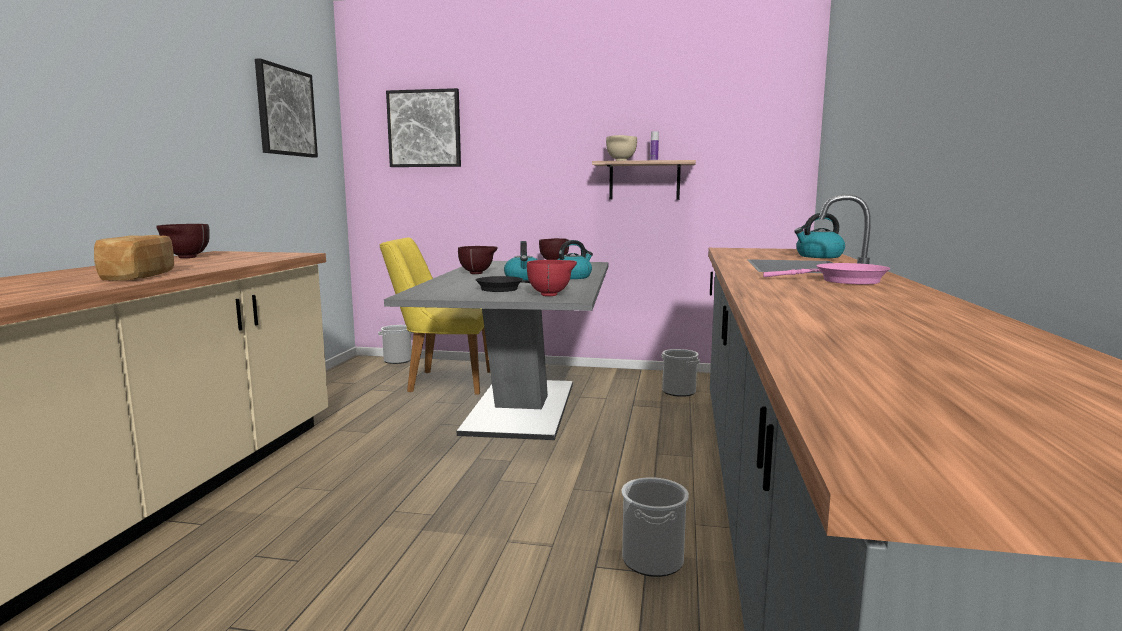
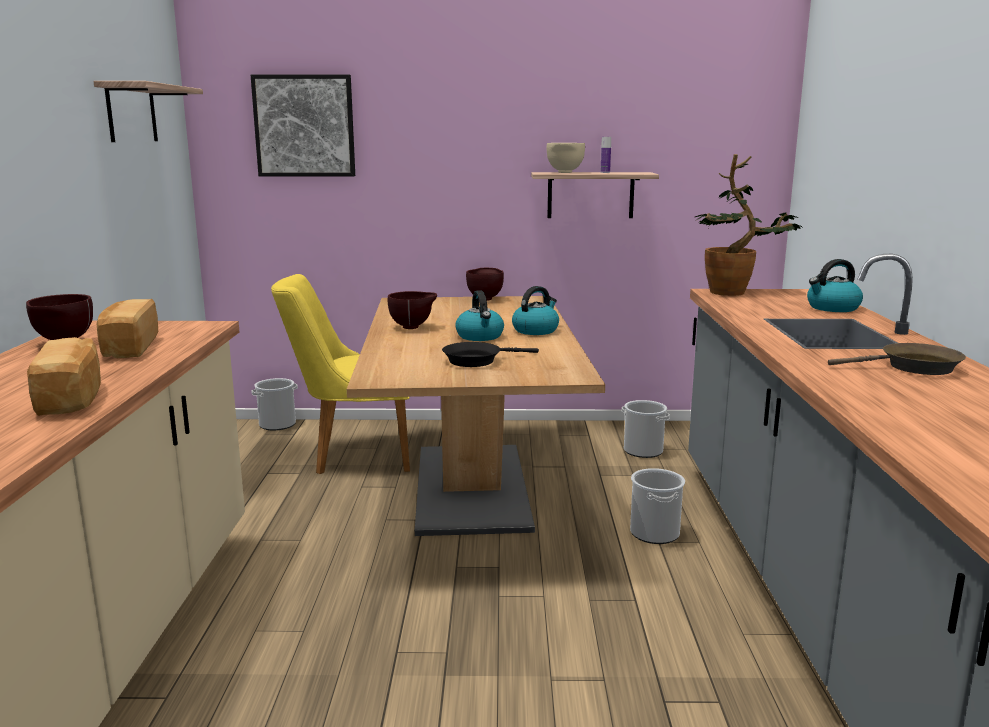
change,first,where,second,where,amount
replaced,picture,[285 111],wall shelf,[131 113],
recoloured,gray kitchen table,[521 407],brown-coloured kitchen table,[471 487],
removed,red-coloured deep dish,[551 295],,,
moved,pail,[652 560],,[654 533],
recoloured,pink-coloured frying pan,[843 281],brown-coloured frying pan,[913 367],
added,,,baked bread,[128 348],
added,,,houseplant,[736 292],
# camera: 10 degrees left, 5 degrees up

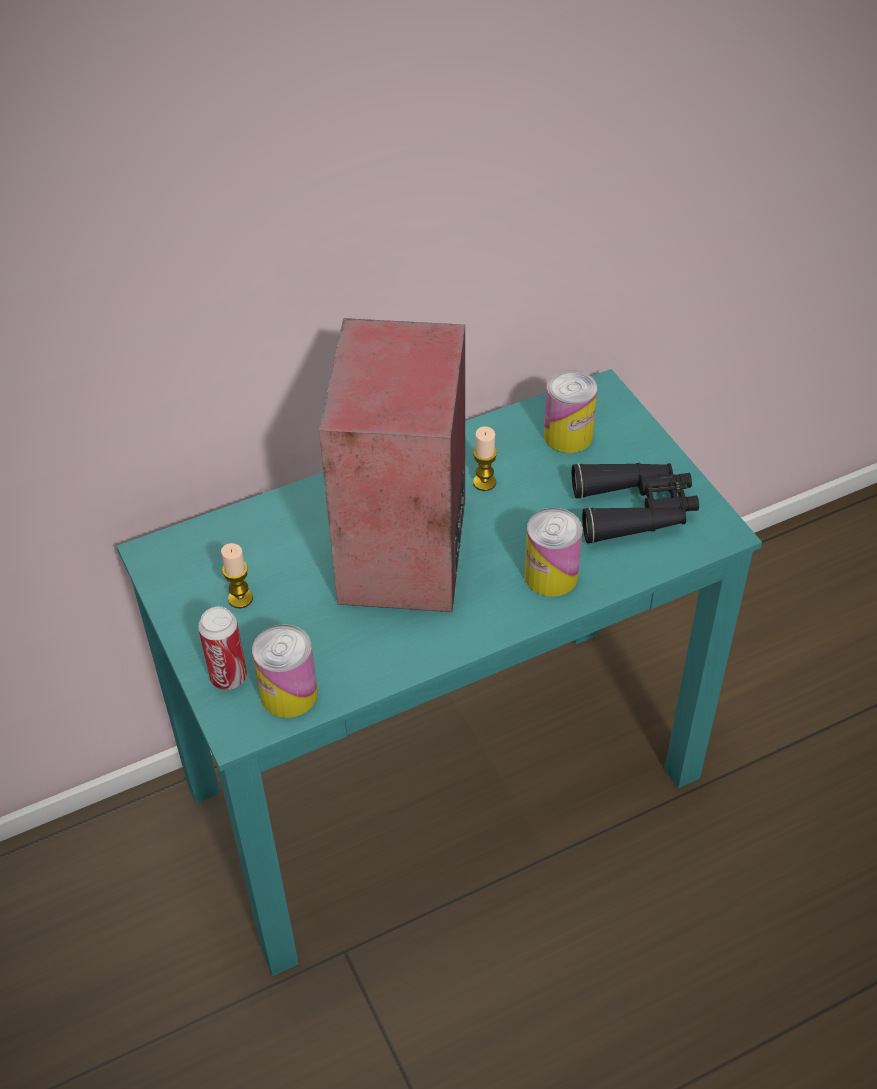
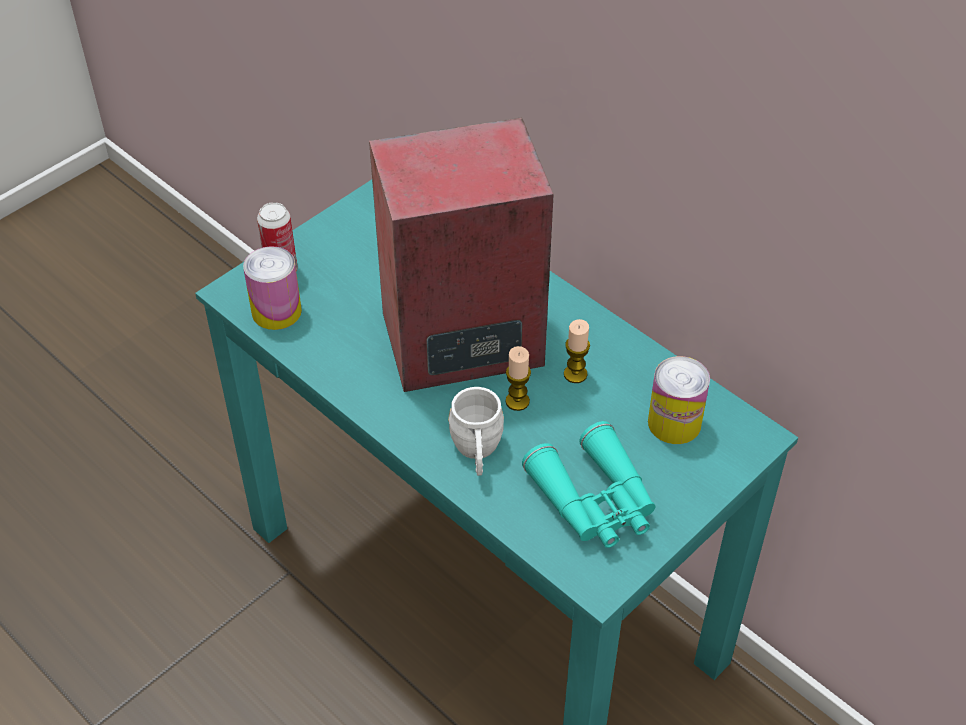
change,first,where,second,where,amount
moved,wax candle,[240 598],,[517 401],
replaced,metal can,[551 575],whitish coffee mug,[477 453],
recoloured,black pair of binoculars,[635 510],blue-green pair of binoculars,[595 501],
# camera: 70 degrees right, 0 degrees up

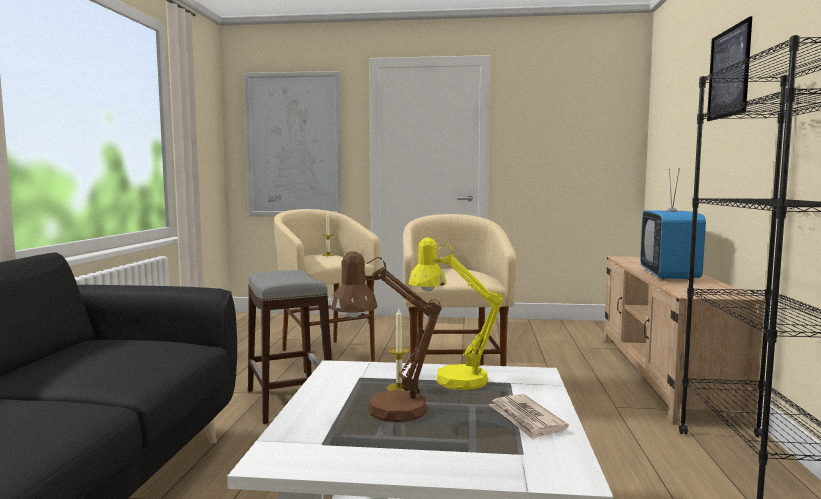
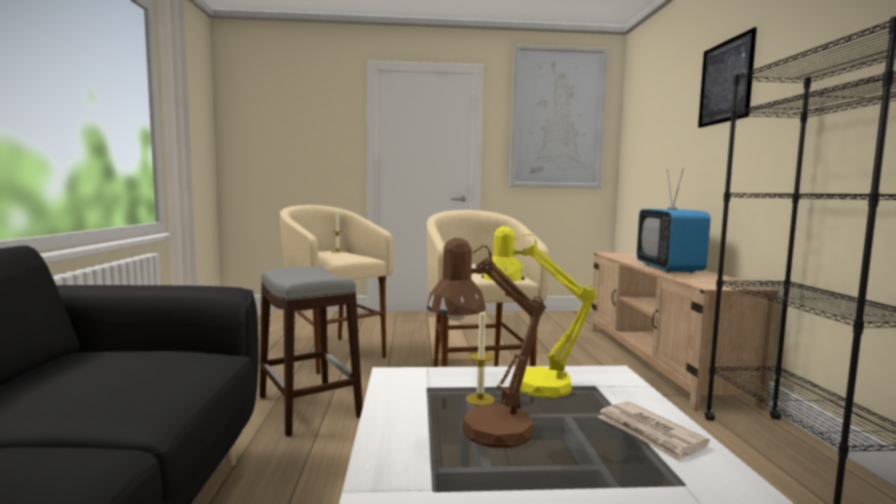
change,first,where,second,where,amount
moved,picture,[294 145],,[557 118],
# camera: 10 degrees left, 0 degrees up

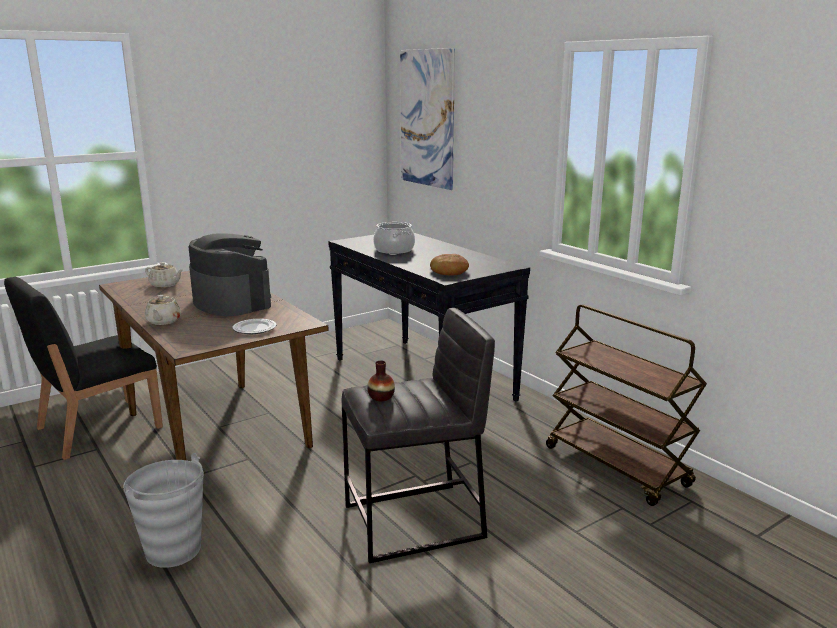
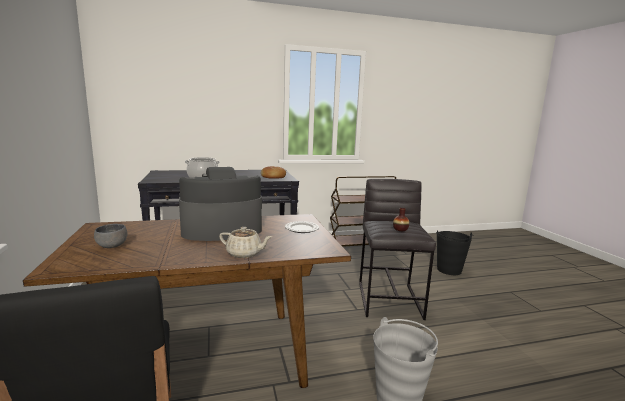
change,first,where,second,where,amount
replaced,beige teapot,[165 285],gray deep dish,[111 246],
removed,picture,[427 118],,,
added,,,black pail,[449 270],
# camera: 70 degrees left, 5 degrees down

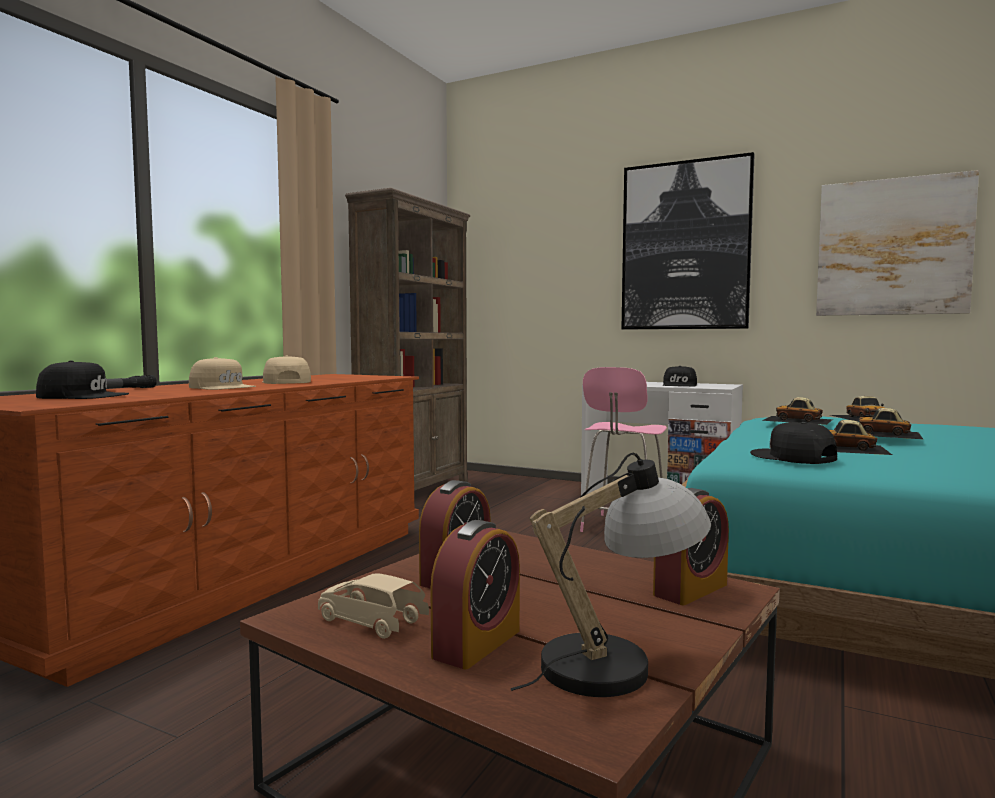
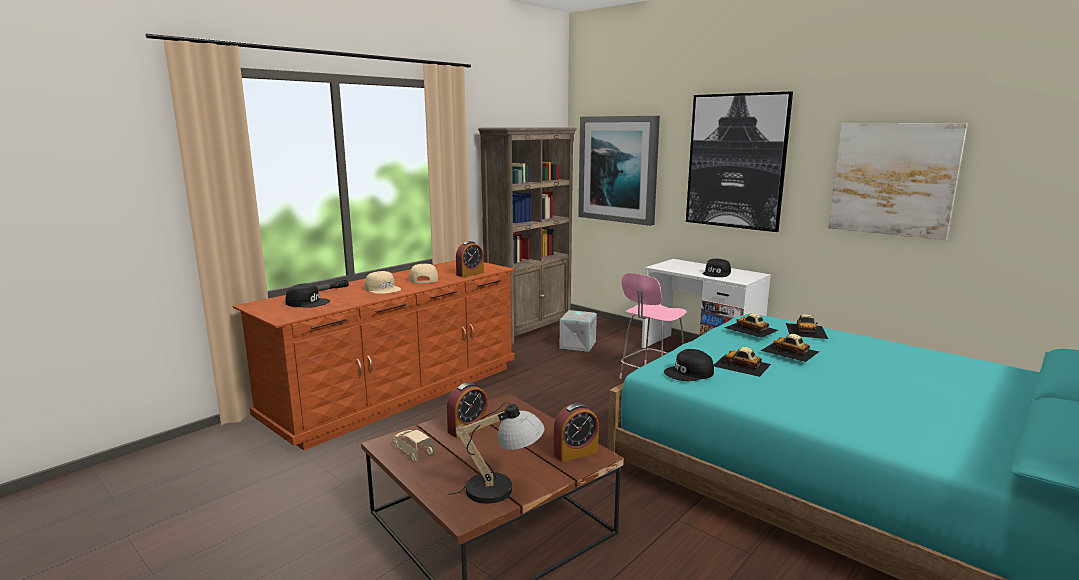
change,first,where,second,where,amount
moved,bedside clock,[477 643],,[470 274],
turned,black baseball cap,[792 457],,[689 373],90 degrees counterclockwise
added,,,gray storage container,[577 344],
added,,,picture,[618 169],
# camera: 15 degrees right, 10 degrees up

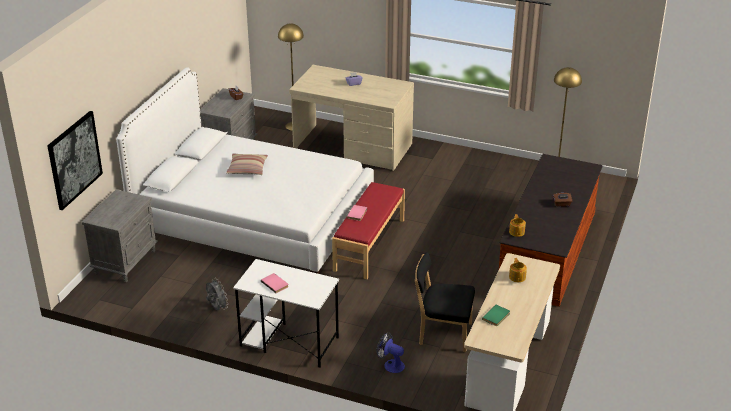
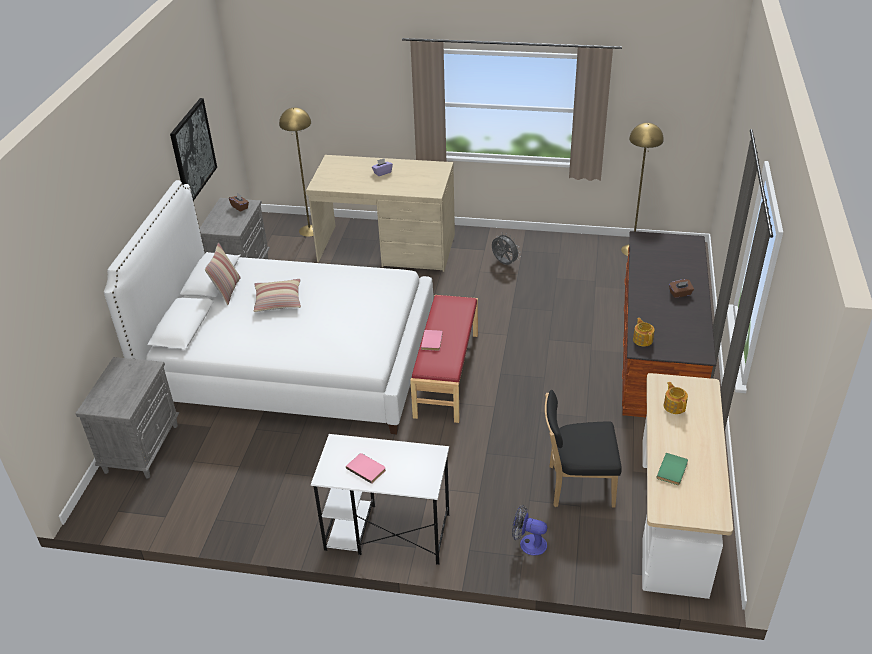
change,first,where,second,where,amount
moved,picture,[74 159],,[193 151],
moved,gray cooling fan,[217 308],,[504 263],
added,,,cushion,[227 291],
# camera: 10 degrees left, 5 degrees up

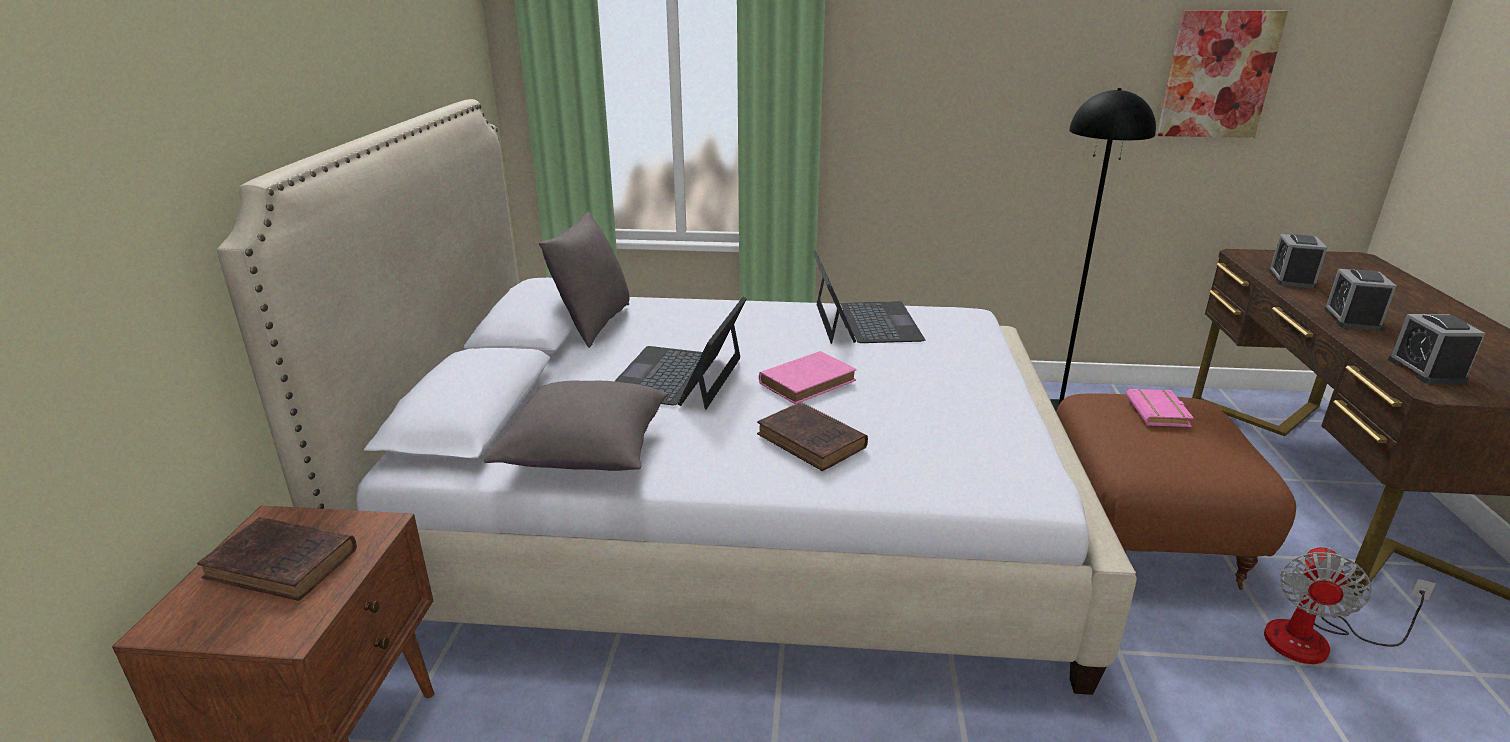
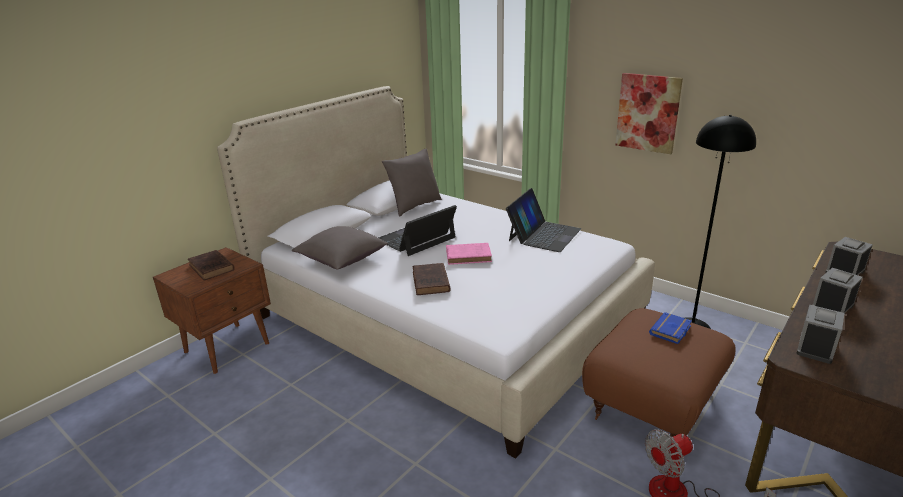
change,first,where,second,where,amount
recoloured,pink-coloured bound book,[1160 413],blue bound book,[671 331],
moved,picture,[1218 75],,[648 113],
# camera: 35 degrees right, 0 degrees up

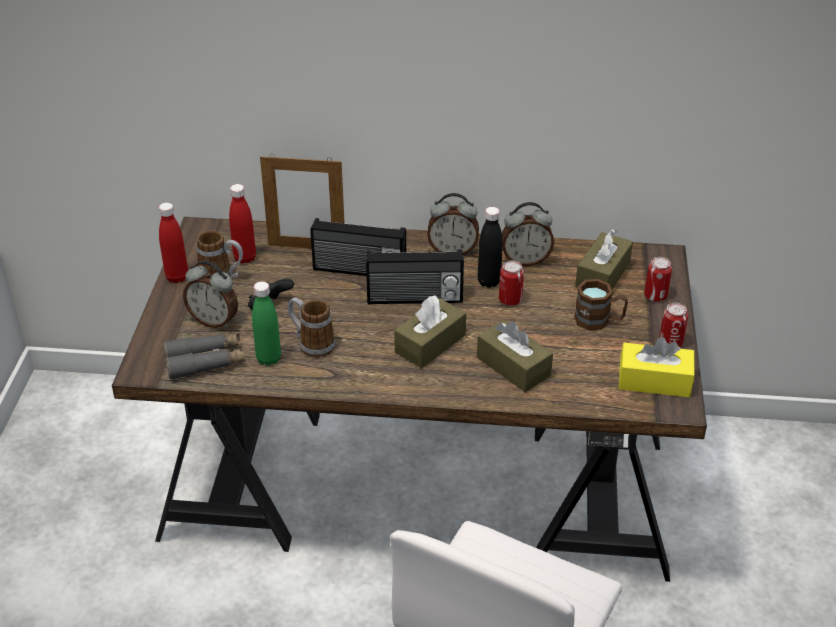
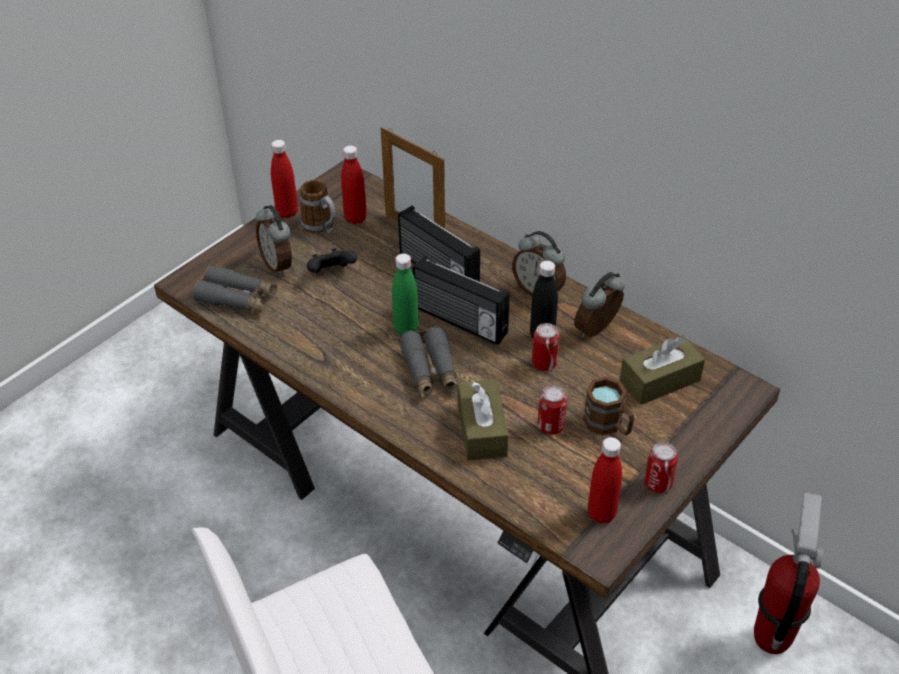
change,first,where,second,where,amount
moved,green-coloured bottle,[268 359],,[406 329],
removed,coffee mug,[311 343],,,
replaced,brown-coloured box of tissues,[430 344],gray pair of binoculars,[430 371],
turned,bedside clock,[525 260],,[598 331],105 degrees clockwise
replaced,yellowish box of tissues,[654 381],red-coloured bottle,[601 514],
moved,metal can,[655 296],,[550 426],
added,,,fire-fighting cylinder,[772 637],
# camera: 35 degrees right, 5 degrees up

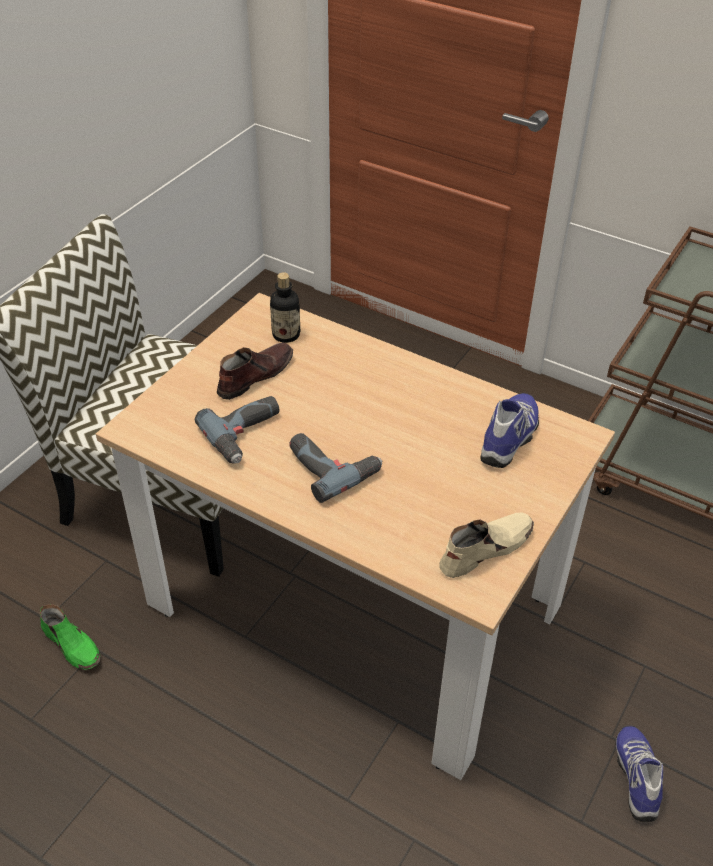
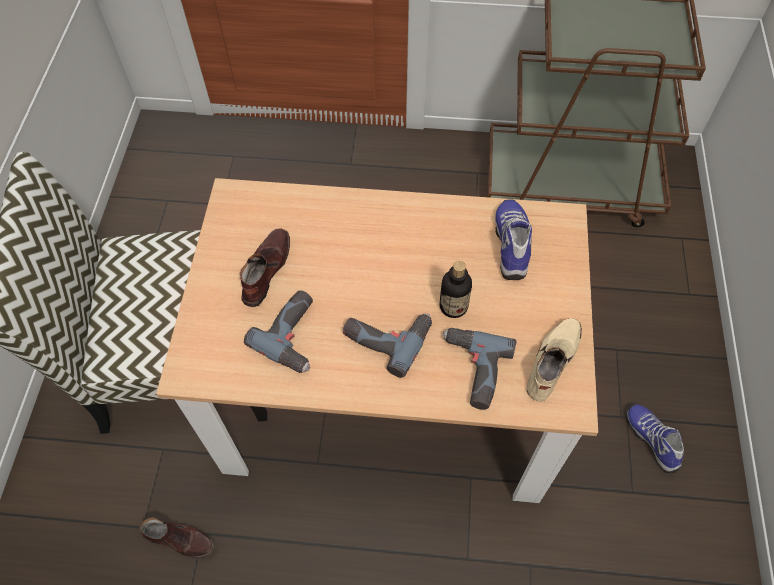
change,first,where,second,where,amount
recoloured,green-coloured low shoe,[72 645],brown-coloured low shoe,[180 539],
moved,bottle,[286 335],,[453 306],
added,,,drill,[472 370],
# camera: 25 degrees left, 15 degrees up

